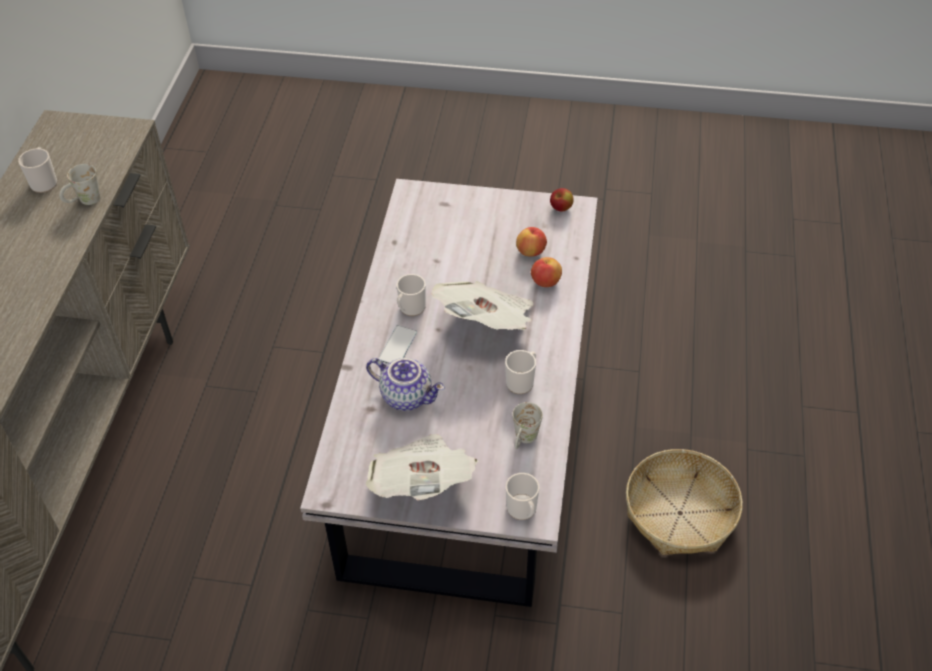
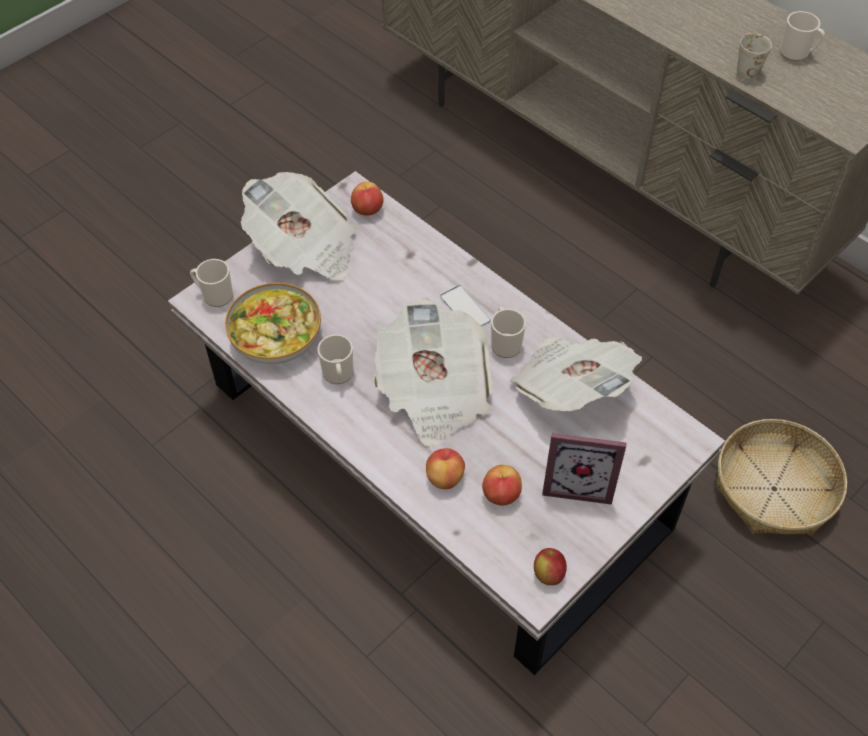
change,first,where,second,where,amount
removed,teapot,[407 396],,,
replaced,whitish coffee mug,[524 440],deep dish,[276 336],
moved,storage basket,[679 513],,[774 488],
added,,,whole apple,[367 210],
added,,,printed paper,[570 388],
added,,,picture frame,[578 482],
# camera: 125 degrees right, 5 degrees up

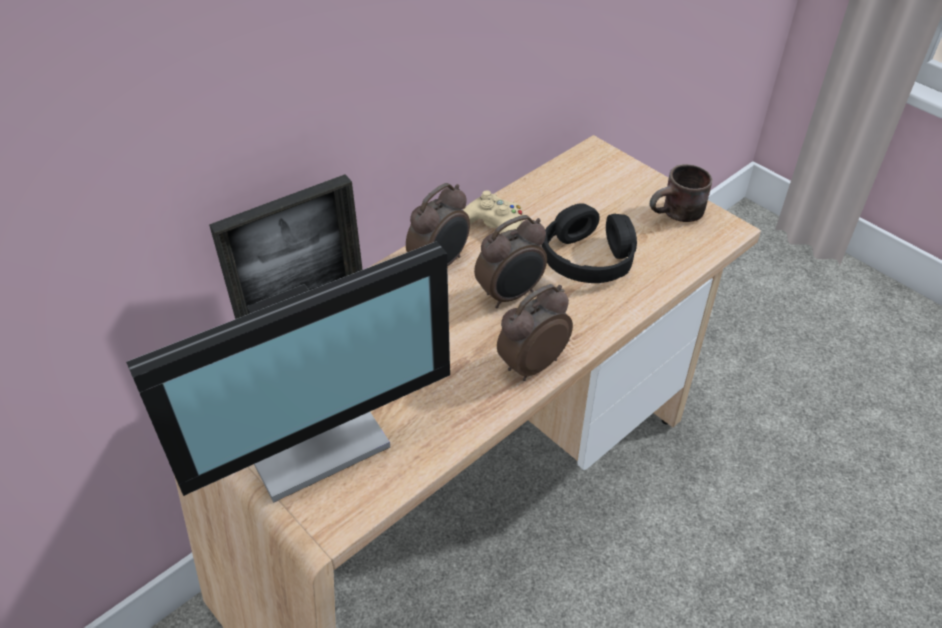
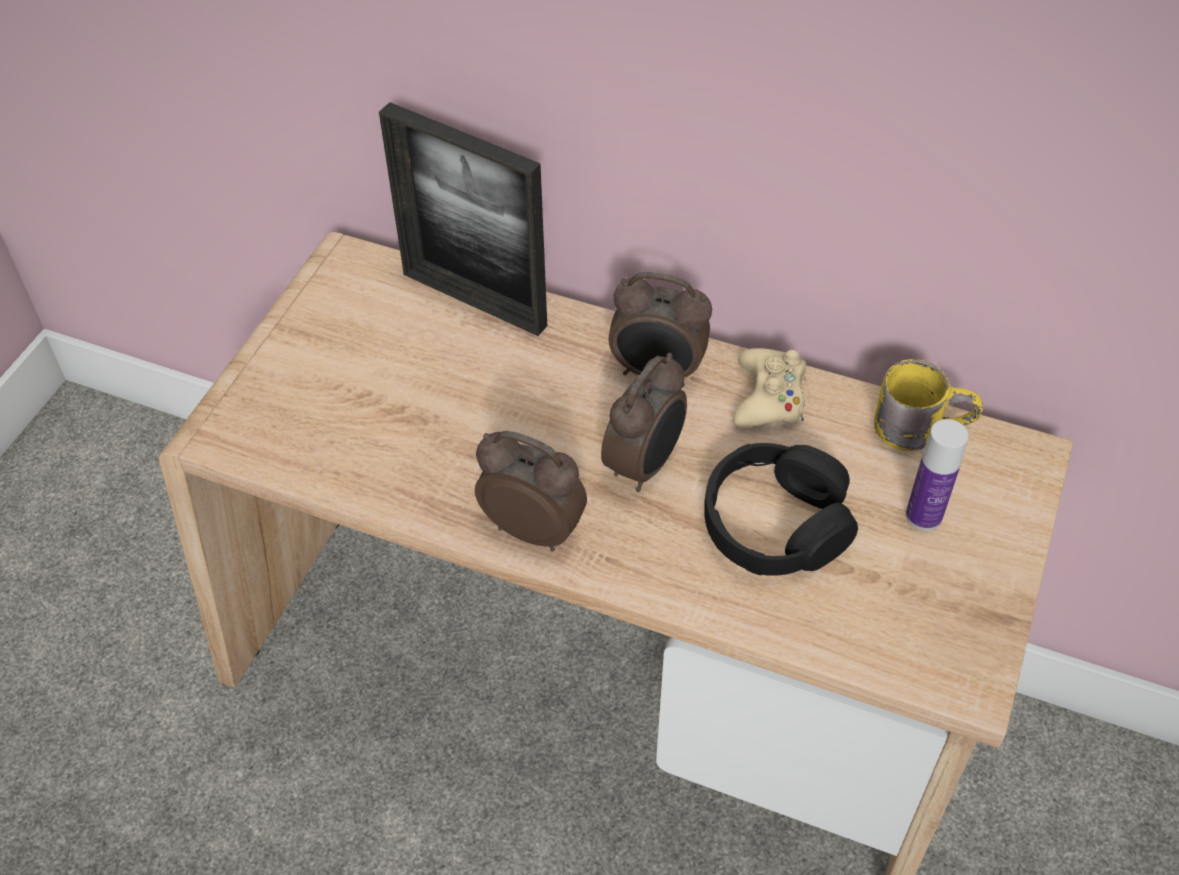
change,first,where,second,where,amount
removed,monitor,[313 434],,,
turned,bedside clock,[511 295],,[645 465],90 degrees counterclockwise
removed,brown-coloured coffee mug,[678 216],,,
added,,,yellowish coffee mug,[919 426],
added,,,bottle,[923 515],
# camera: 65 degrees right, 5 degrees up

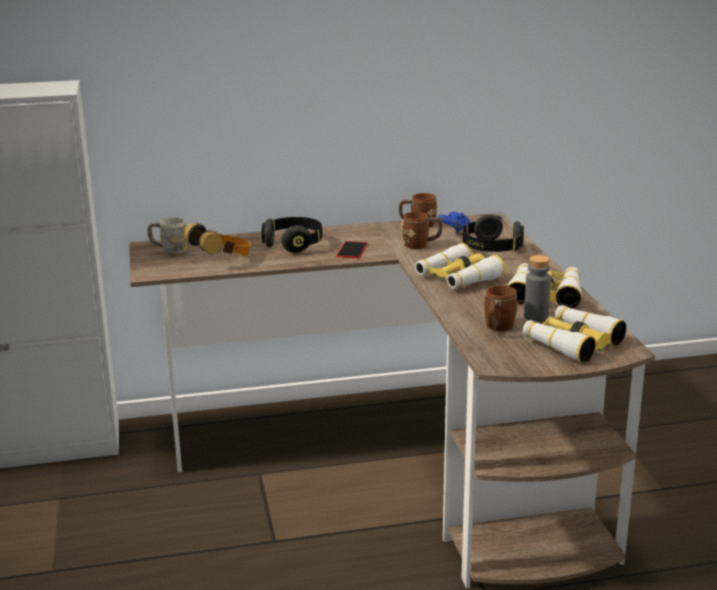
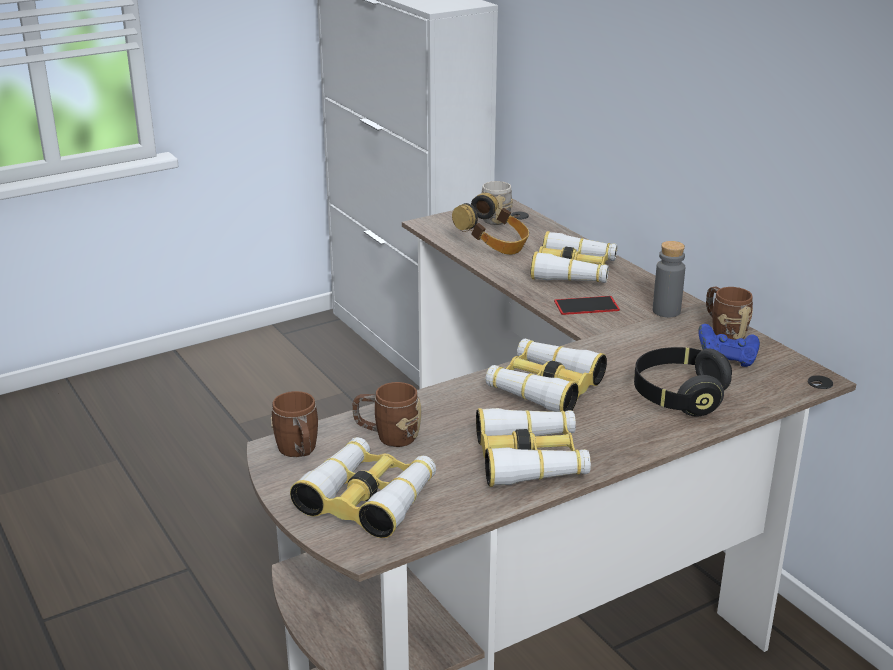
change,first,where,second,where,amount
replaced,black headphones,[293 244],pair of binoculars,[574 271],
moved,brown-coloured coffee mug,[421 245],,[299 452],
moved,gray bottle,[536 316],,[666 311],
# camera: 70 degrees right, 5 degrees up

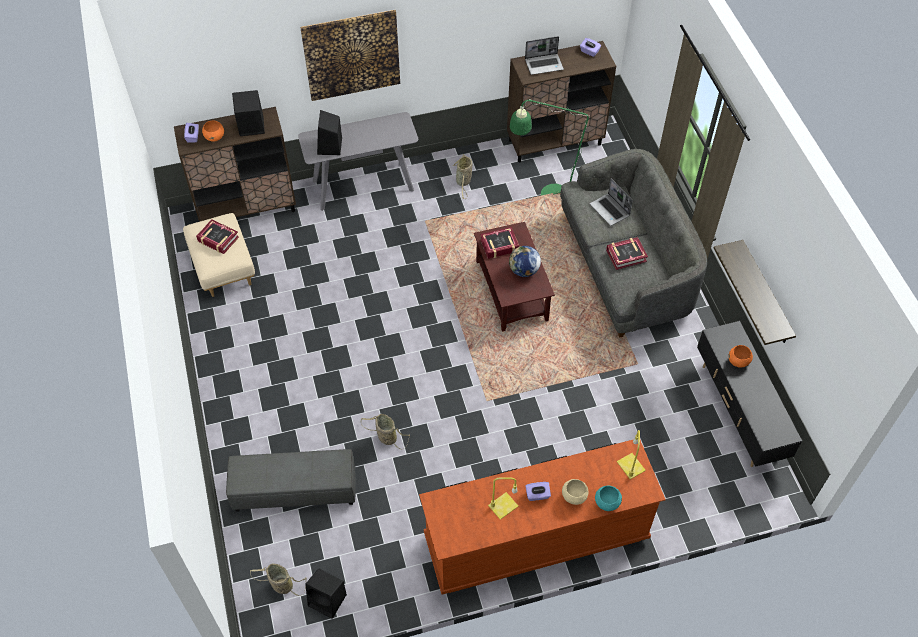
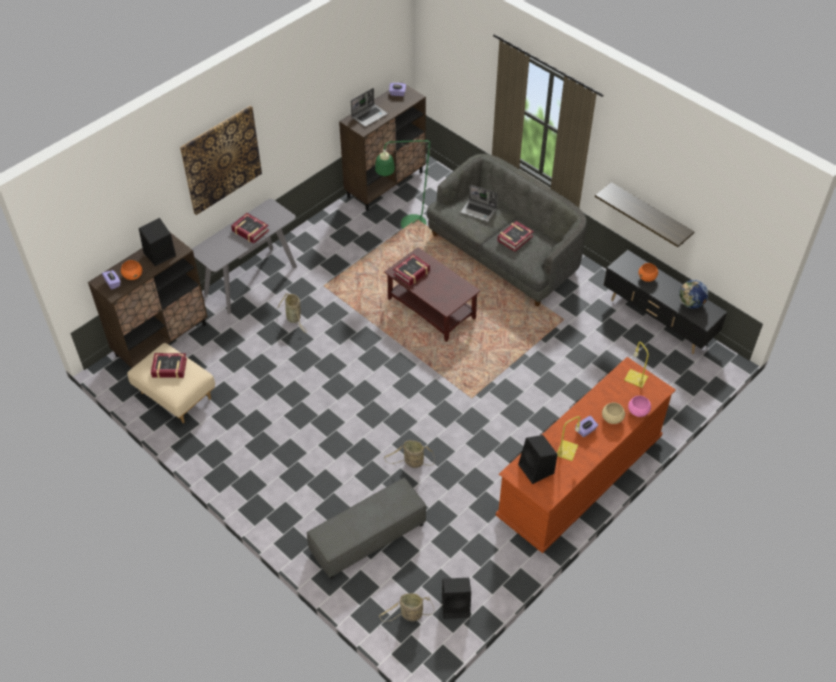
change,first,where,second,where,amount
moved,black loudspeaker,[330 147],,[537 469],
moved,storage basket,[463 182],,[294 318],
moved,world globe,[523 271],,[690 303],
recoloured,blue-green deep dish,[607 502],pink-coloured deep dish,[638 411],
added,,,bound book,[250 231],
# camera: 30 degrees left, 5 degrees down

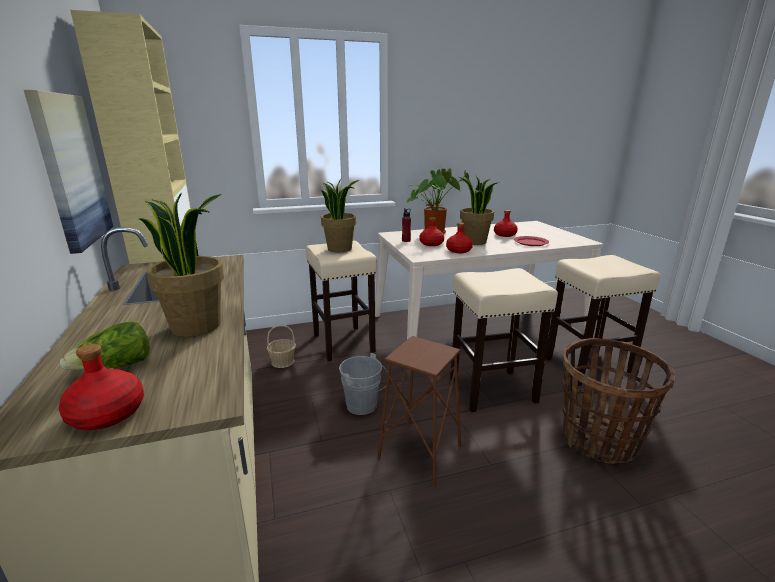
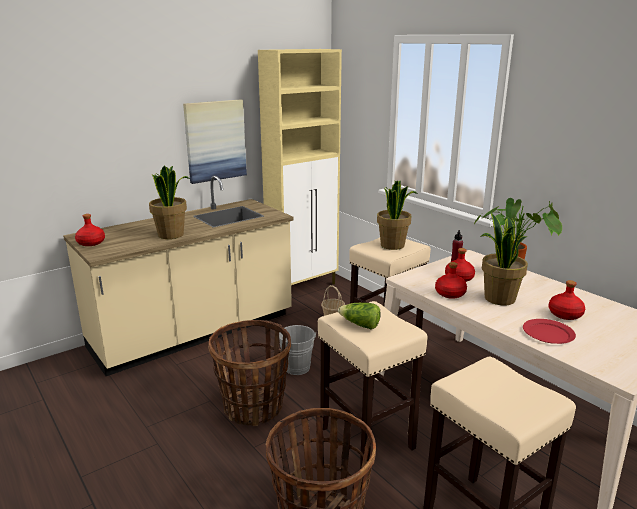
change,first,where,second,where,amount
moved,lettuce head,[116 367],,[360 325],
replaced,brown-coloured stool seat,[420 452],storage basket,[253 407],
# camera: 70 degrees right, 0 degrees up

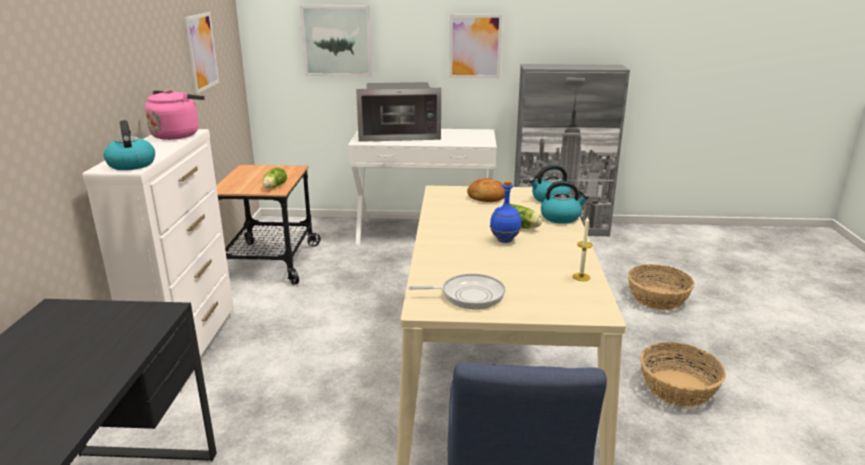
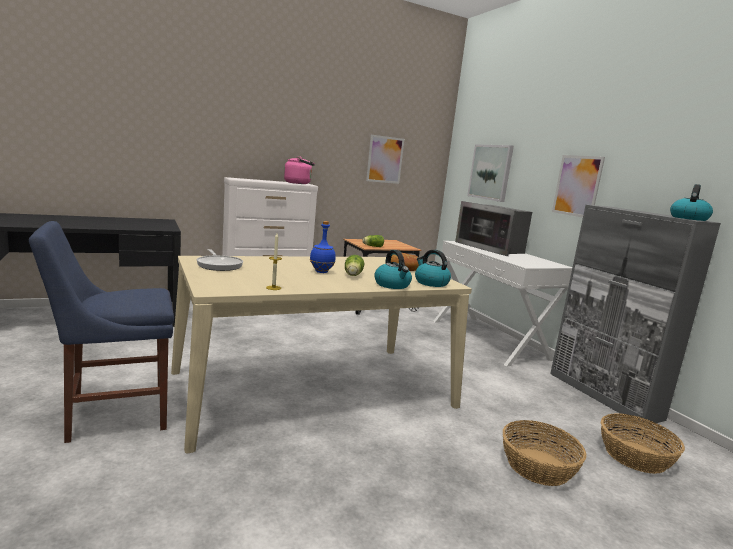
change,first,where,second,where,amount
moved,tea kettle,[131 164],,[688 218],
moved,storage basket,[678 388],,[635 456],
# camera: 60 degrees right, 10 degrees down

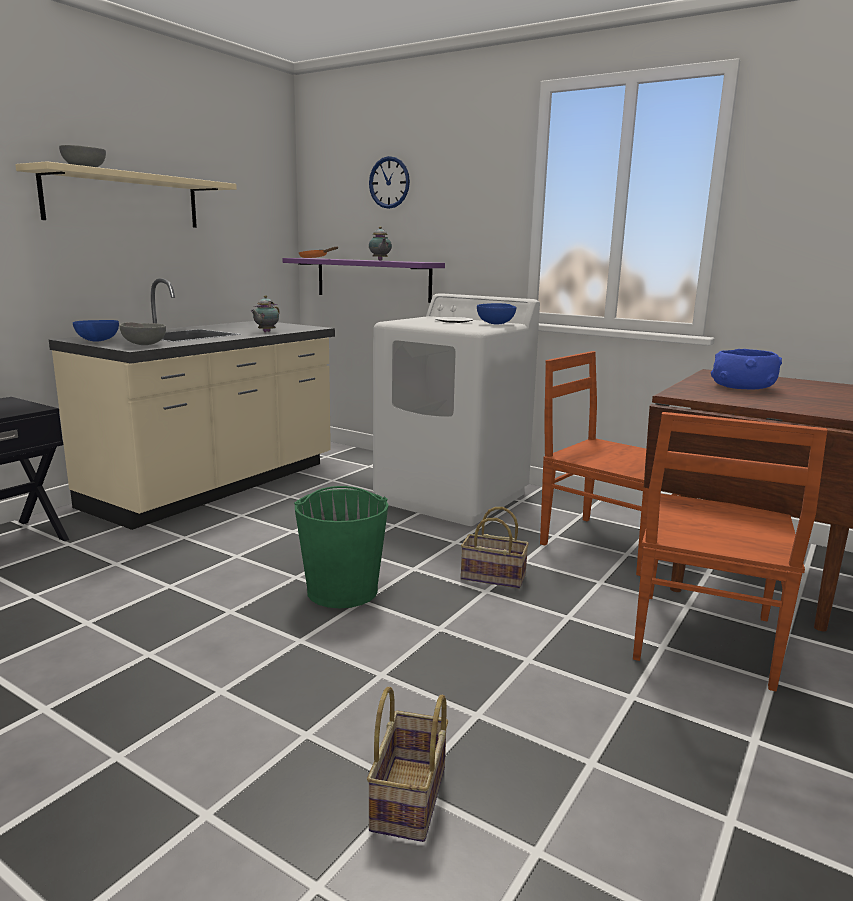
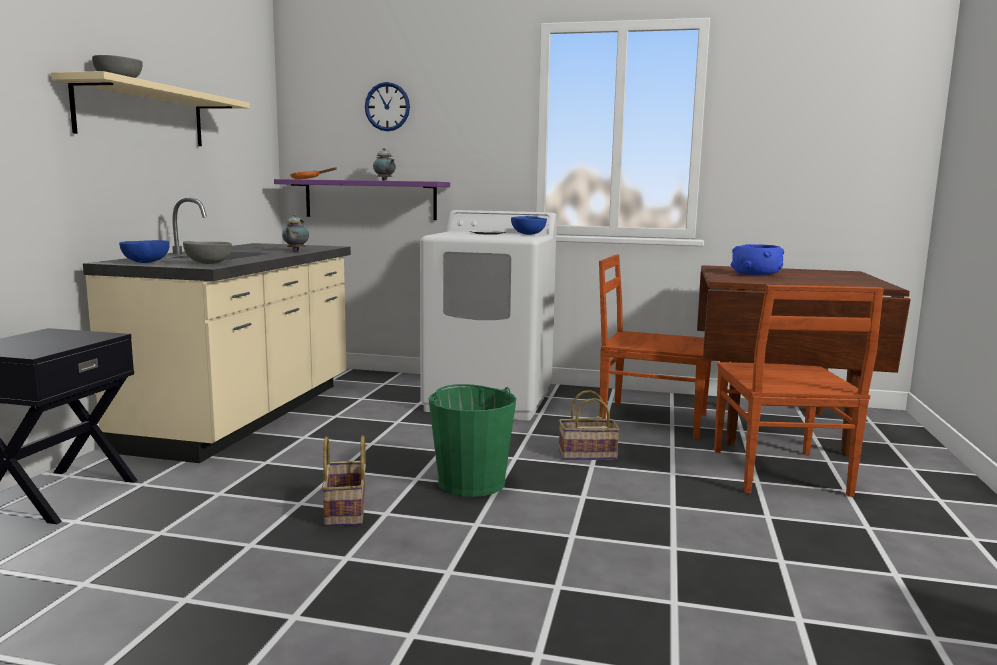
change,first,where,second,where,amount
moved,storage basket,[410 800],,[346 512],
# camera: 20 degrees left, 5 degrees down

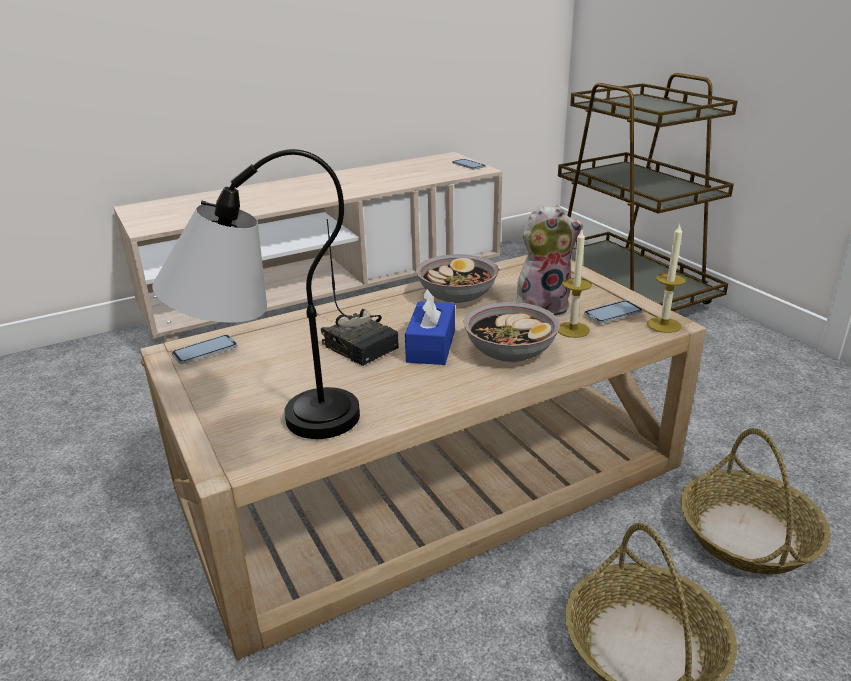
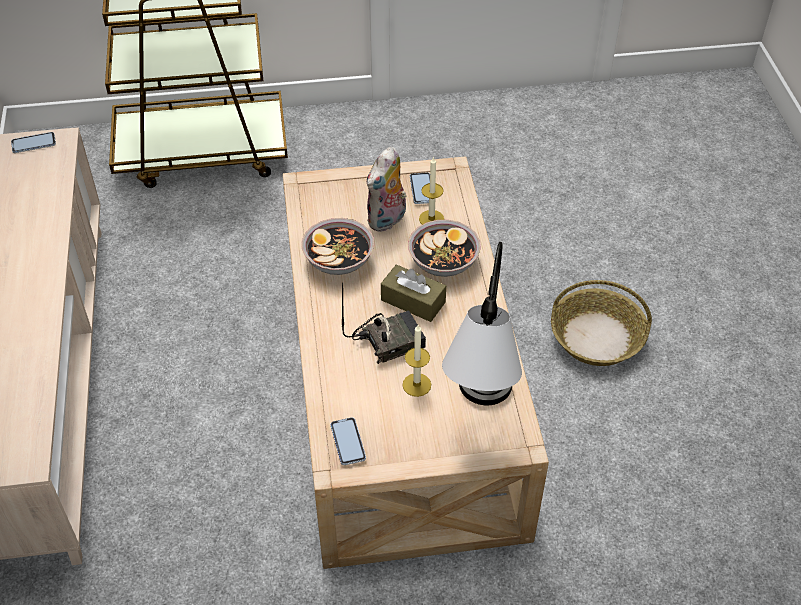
change,first,where,second,where,amount
recoloured,blue box of tissues,[431 346],brown-coloured box of tissues,[413 301],
turned,plush toy,[542 307],,[387 220],150 degrees counterclockwise
moved,wax candle,[663 325],,[416 385],
removed,storage basket,[748 536],,,
# camera: 70 degrees left, 20 degrees up

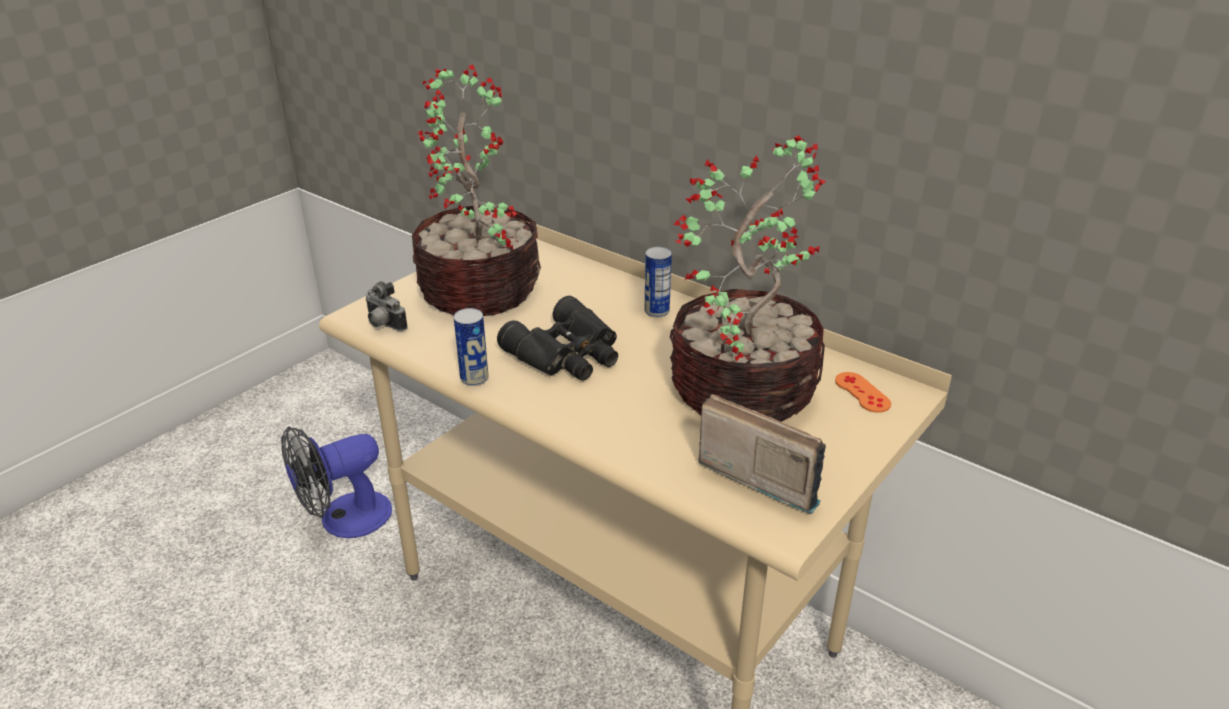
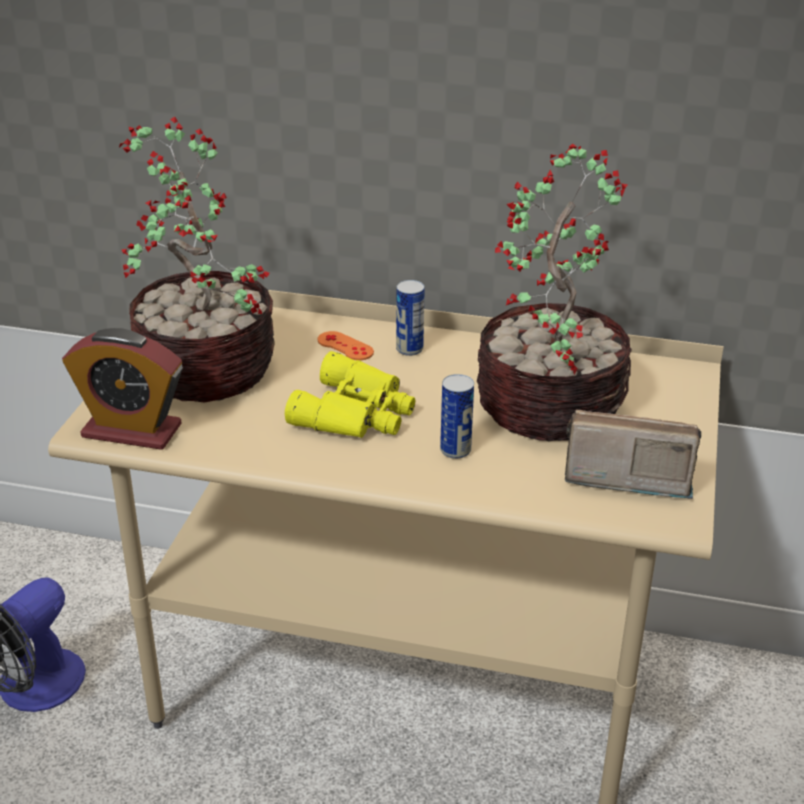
change,first,where,second,where,amount
replaced,photo camera,[383 325],bedside clock,[131 431],
moved,metal can,[474 378],,[455 450],
recoloured,black pair of binoculars,[568 354],yellowish pair of binoculars,[357 413],
moved,orangey joypad,[862 392],,[345 346],
# camera: 25 degrees left, 0 degrees up

